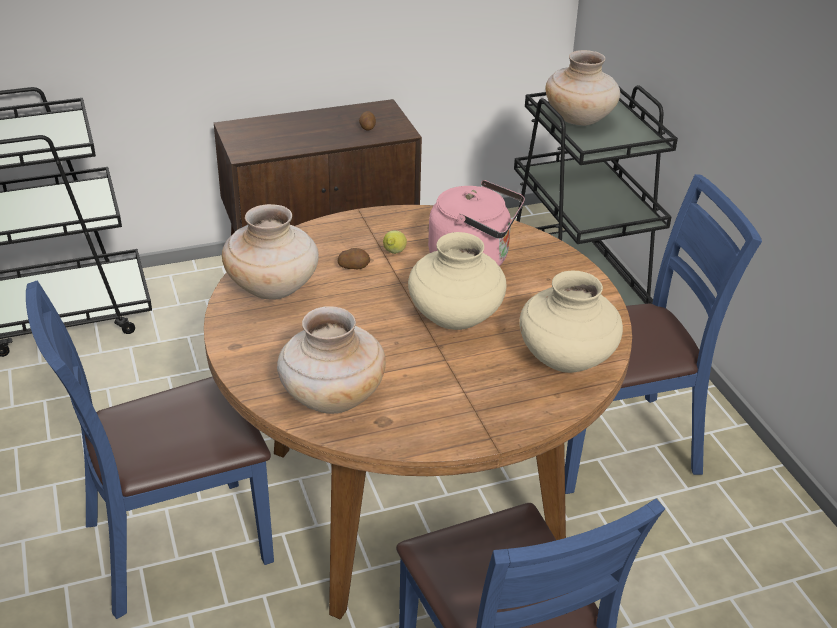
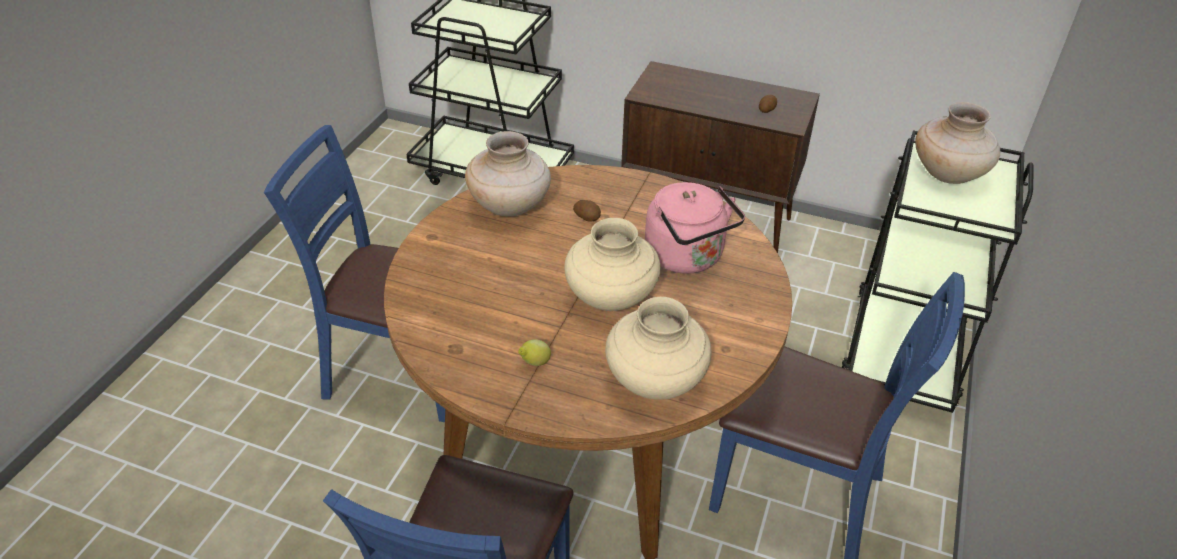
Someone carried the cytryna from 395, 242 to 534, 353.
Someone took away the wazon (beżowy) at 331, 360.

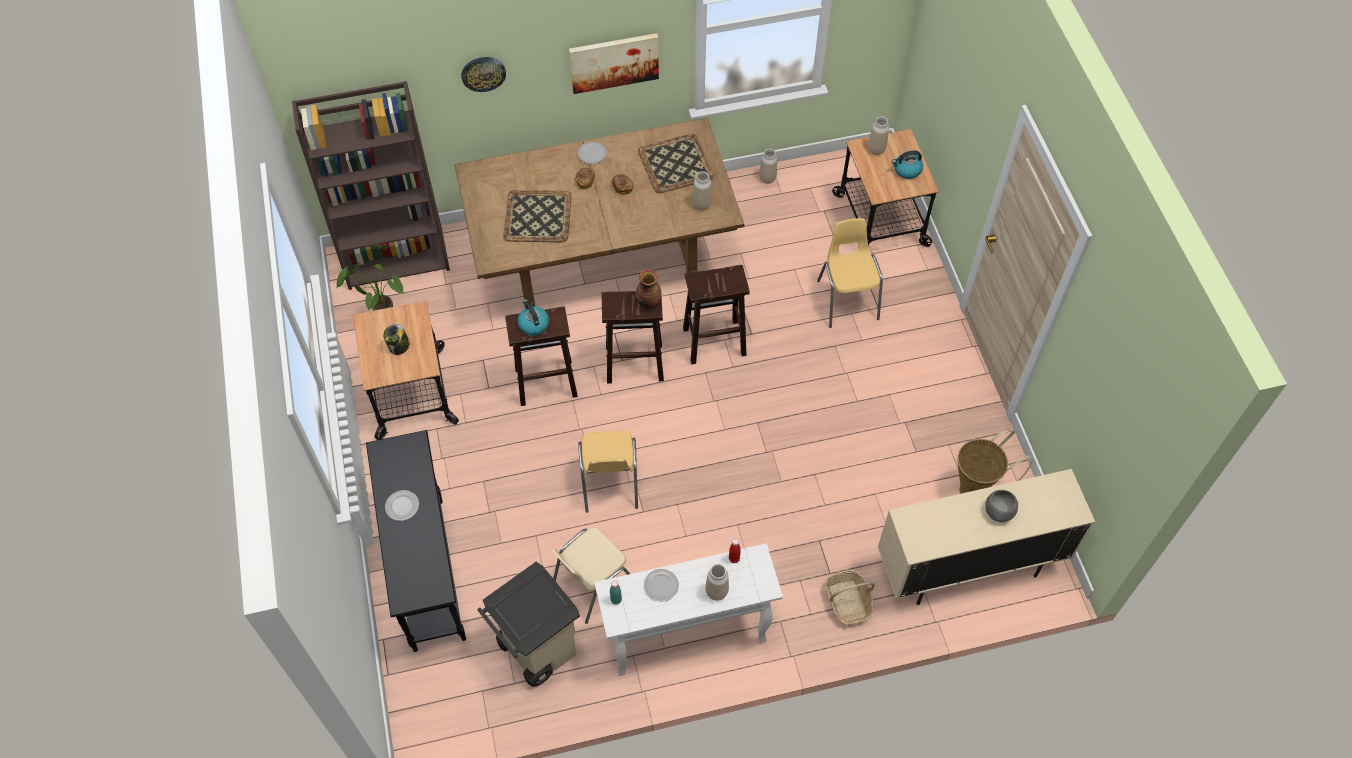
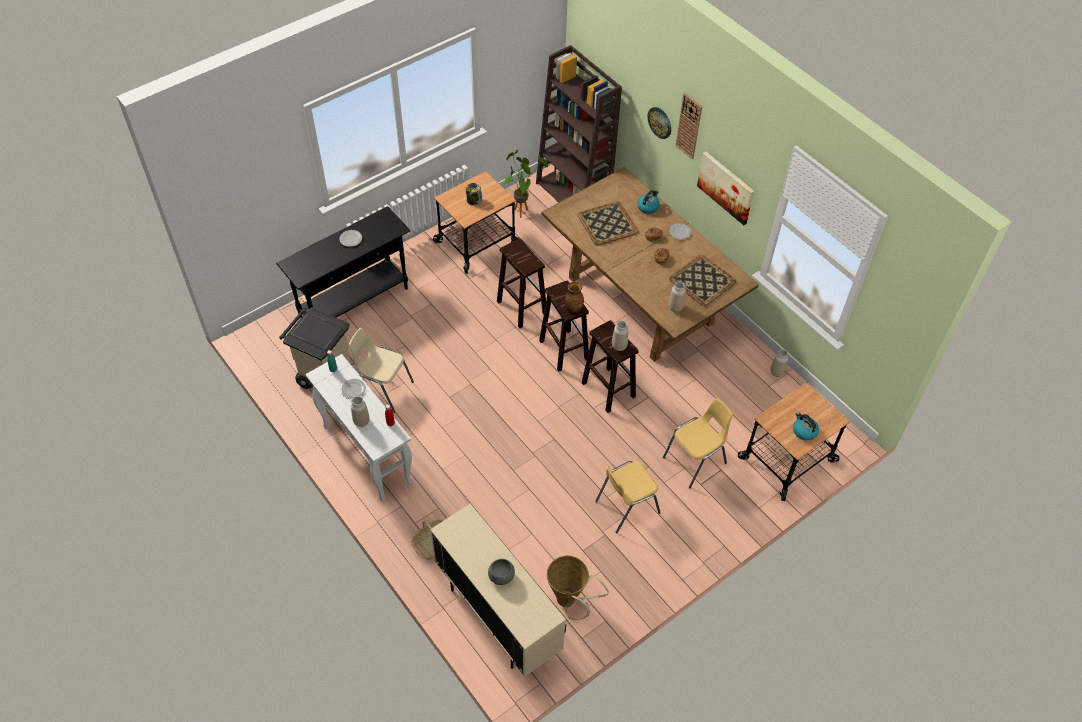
Someone carried the krzesło (żółty) from 608, 471 to 628, 497.
Someone carried the wazon from 878, 135 to 620, 335.
Someone carried the czajnik from 533, 317 to 648, 202.
Someone put up the zegar ścienny at 689, 126.

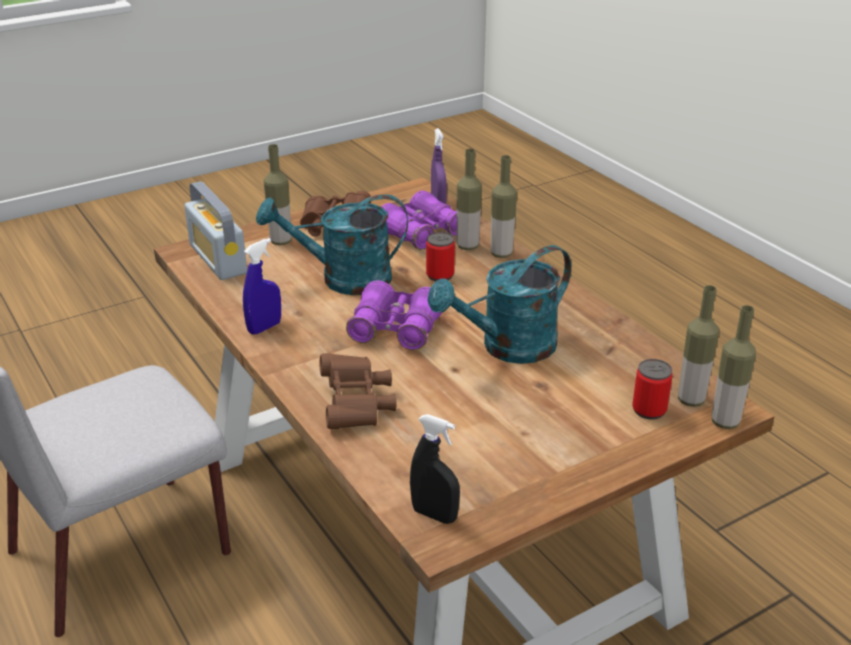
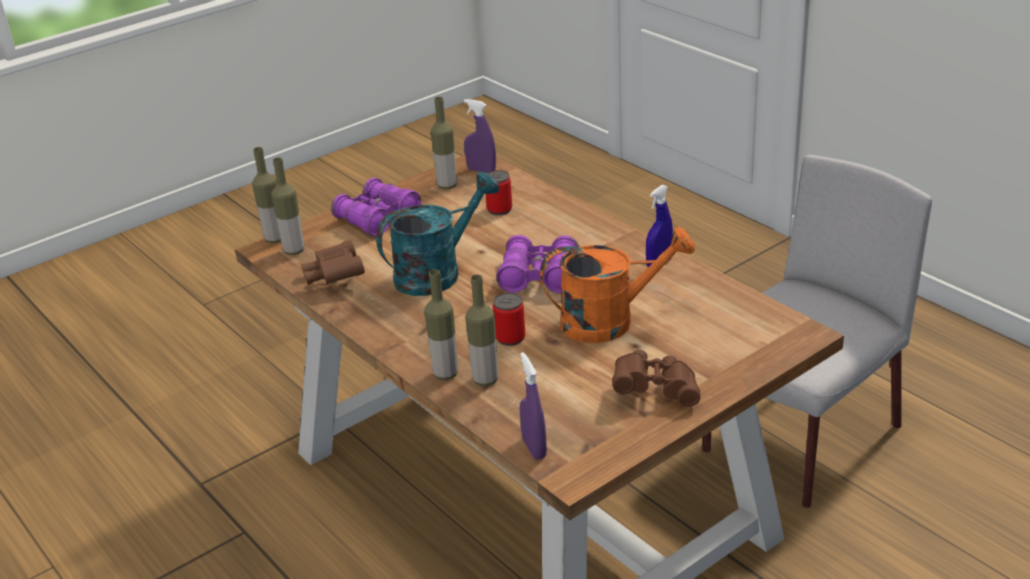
Someone carried the lornetka (brązowy) from 358, 391 to 333, 262.
Someone carried the lornetka (fioletowy) from 419, 220 to 376, 207.
Someone carried the butelka from 278, 194 to 444, 143.
Someone repainted the spryskiwacz (czarny) at 435, 469, which became the spryskiwacz (fioletowy) at 480, 136.
Someone carried the puszka from 652, 389 to 499, 192.
Someone repainted the konewka (turkusowy) at 332, 244, which became the konewka (pomarańczowy) at 617, 285.
Someone took away the radio at 215, 230.

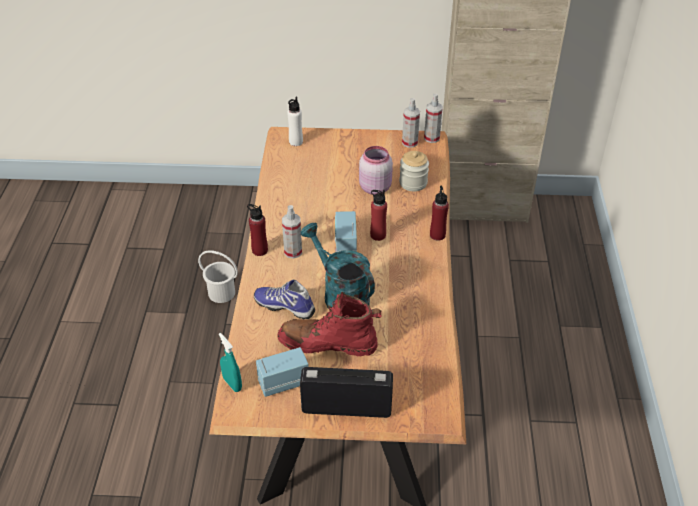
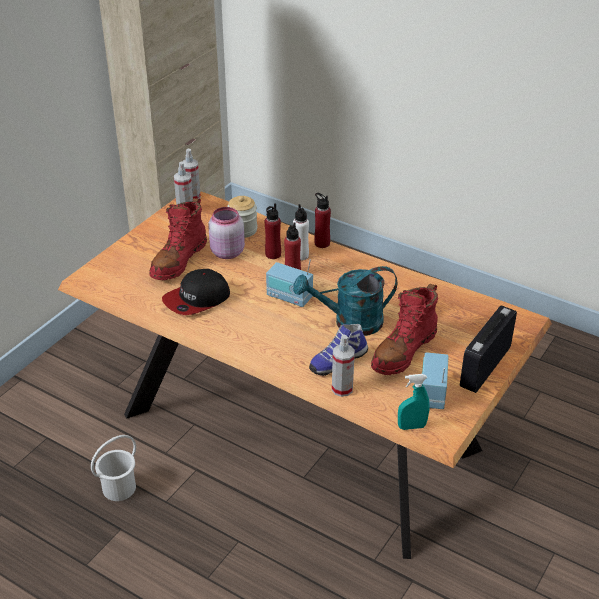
Someone put down the but z cholewką (czerwony) at 178, 239.
Someone put down the czapka z daszkiem at 196, 292.
Someone carried the butelka (czerwony) from 257, 230 to 273, 231.
Someone carried the butelka (biały) from 295, 121 to 301, 232.
Someone carried the spryskiwacz from 292, 232 to 343, 366.

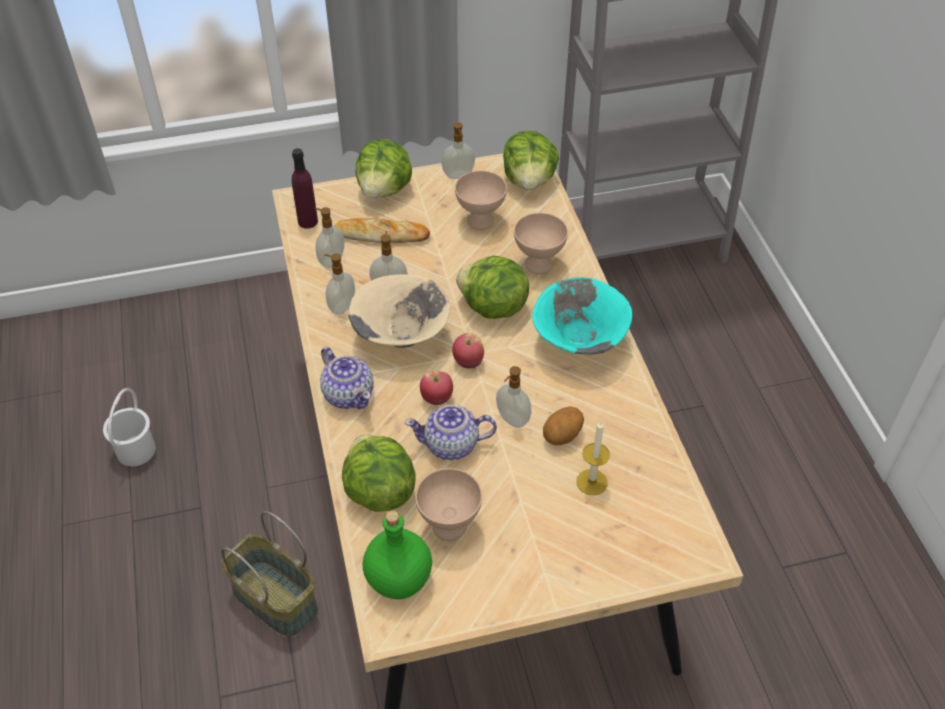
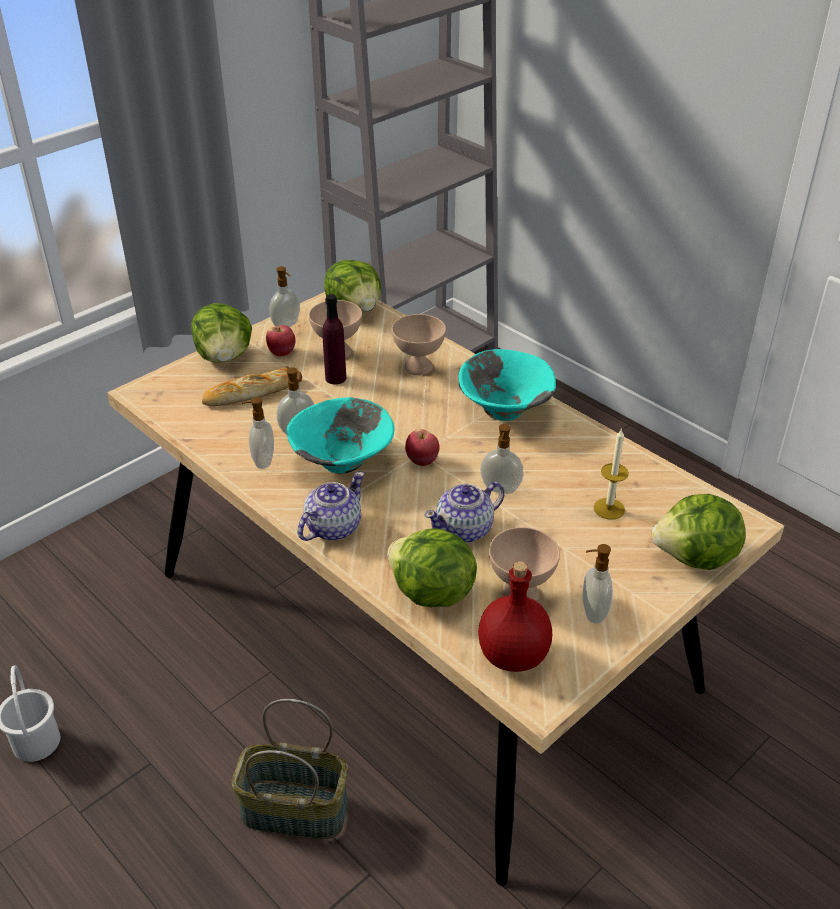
Someone carried the jabłko from 436, 388 to 280, 341.
Someone repainted the miska (beżowy) at 399, 311, which became the miska (turkusowy) at 340, 435.
Someone rotated the imbryk at 347, 378 by 75 degrees counterclockwise.
Someone carried the butelka (fioletowy) from 305, 188 to 334, 339.
Someone repainted the butelka (zielony) at 397, 554, which became the butelka (czerwony) at 515, 616.
Someone carried the dozownik mydła from 329, 237 to 598, 584.
Someone carried the sałata from 492, 287 to 699, 532.
Someone took away the ziemniak at 563, 425.

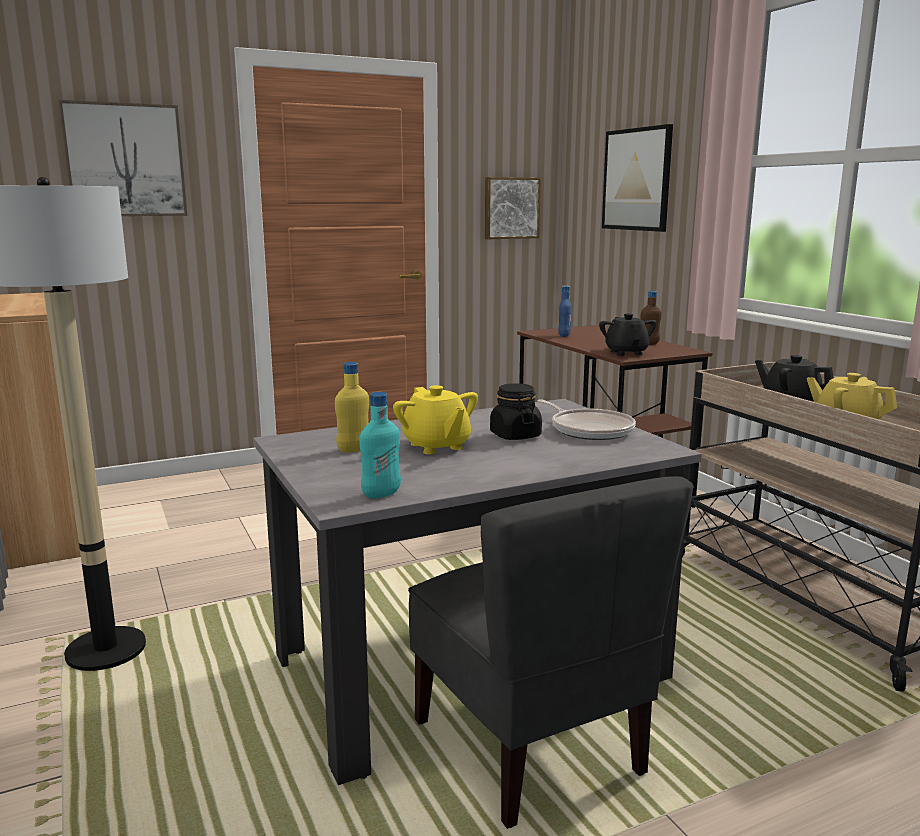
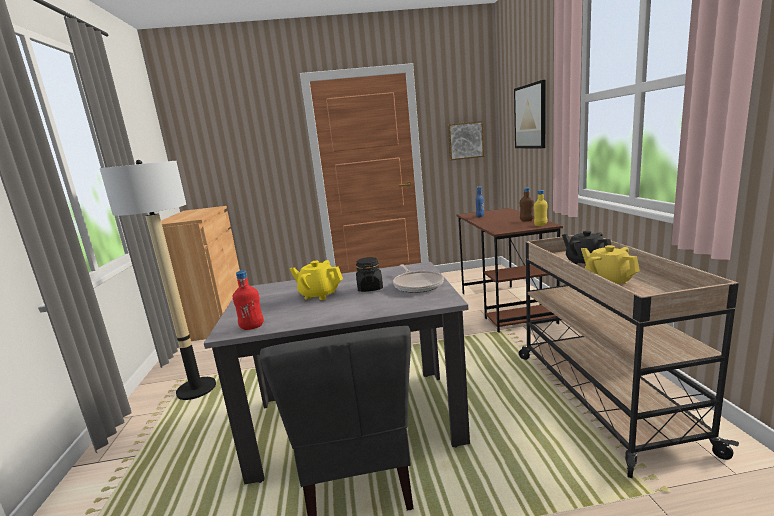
Someone repainted the butelka (turkusowy) at 380, 445, which became the butelka (czerwony) at 248, 300.
Someone rotated the imbryk (żółty) at 435, 419 by 120 degrees clockwise.
Someone carried the butelka (żółty) from 352, 407 to 540, 208.
Someone took away the obraz at 123, 158.
Someone took away the imbryk (czarny) at 628, 334.

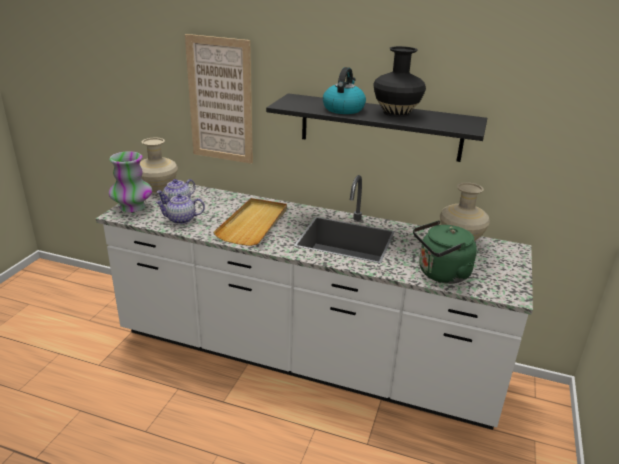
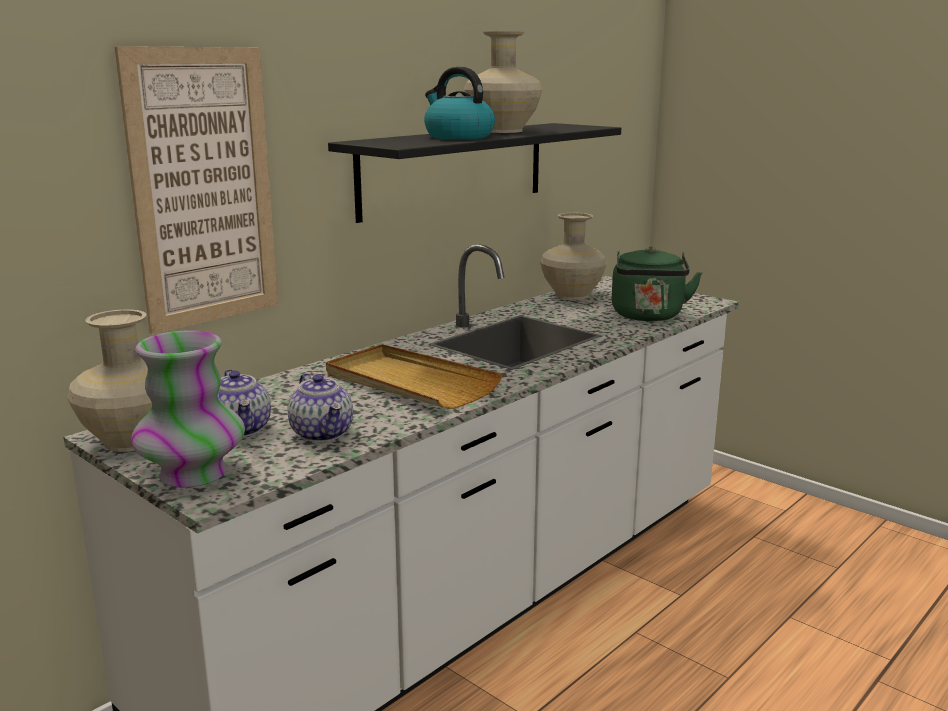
Someone rotated the imbryk at 180, 209 by 45 degrees counterclockwise.
Someone repainted the wazon (czarny) at 400, 81, which became the wazon (beżowy) at 503, 82.

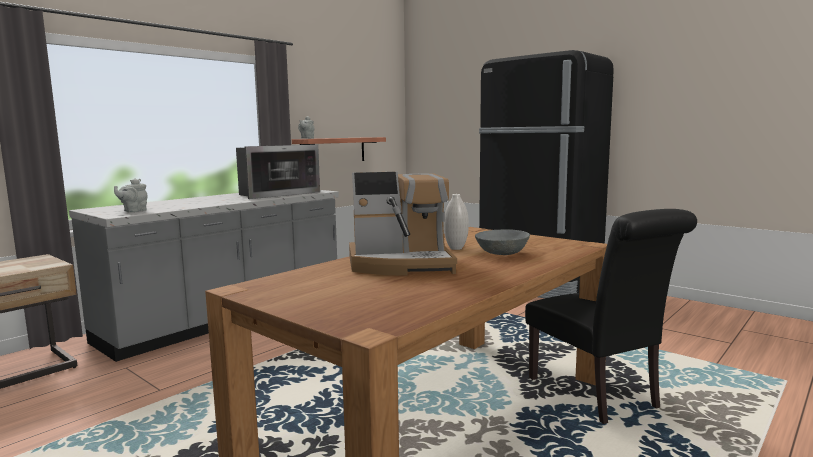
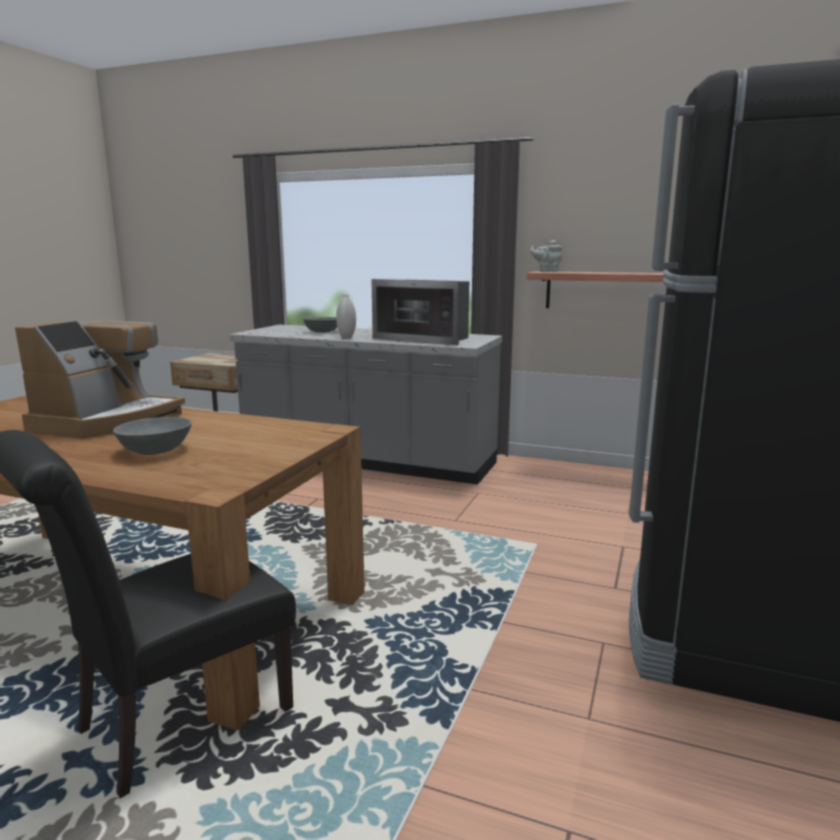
Someone rotated the ekspres do kawy at 403, 223 by 135 degrees counterclockwise.
Someone put down the miska (szary) at 320, 325.
Someone carried the wazon (biały) from 456, 222 to 346, 316.
Someone took away the imbryk (szary) at 130, 196.

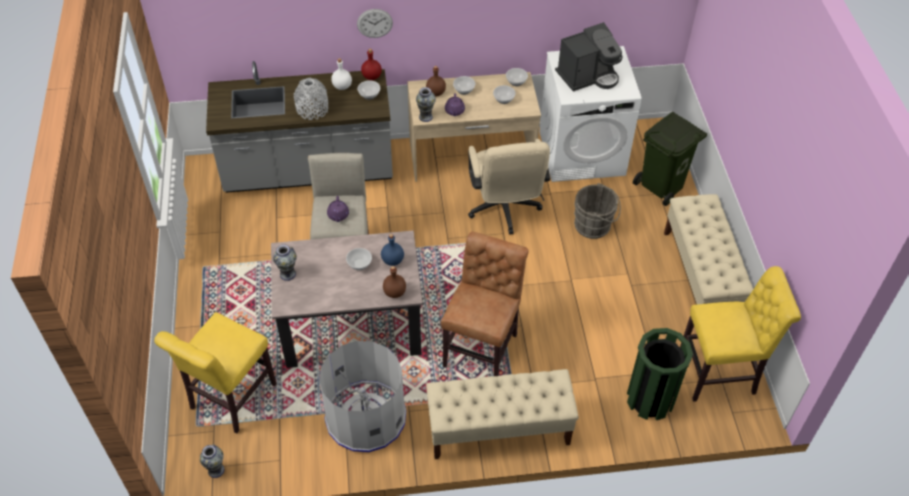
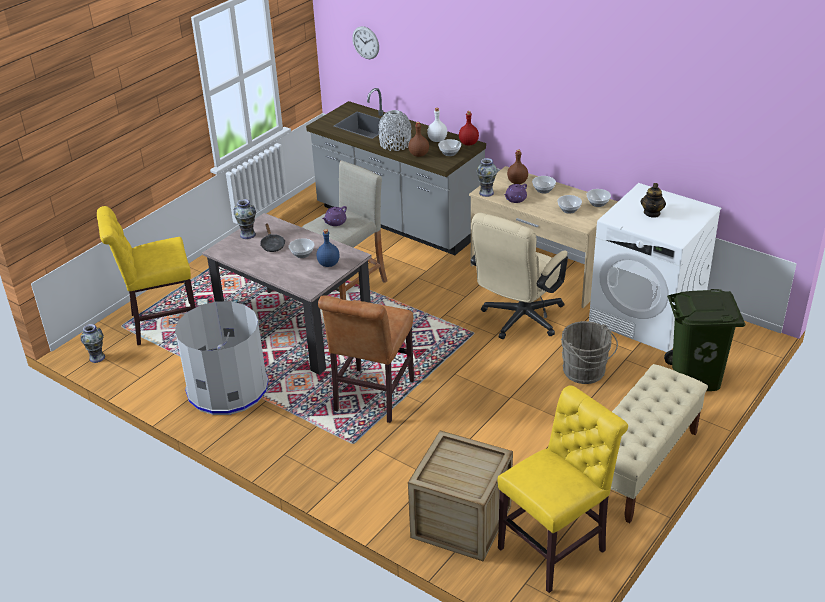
Someone put down the patelnia (czarny) at 272, 238.
Someone rotated the krzesło (brązowy) at 485, 304 by 135 degrees clockwise.
Someone carried the zegar ścienny from 375, 23 to 365, 42.
Someone carried the butelka (brązowy) from 394, 282 to 418, 139.
Someone swapped the kosz na śmieci (zielony) at 660, 374 for the skrzynka at 460, 496.
Someone rotated the krzesło (żółty) at 740, 334 by 75 degrees counterclockwise.
Someone swapped the ekspres do kawy at 589, 57 for the imbryk at 653, 200.
Someone took away the ławka (beżowy) at 502, 414.

